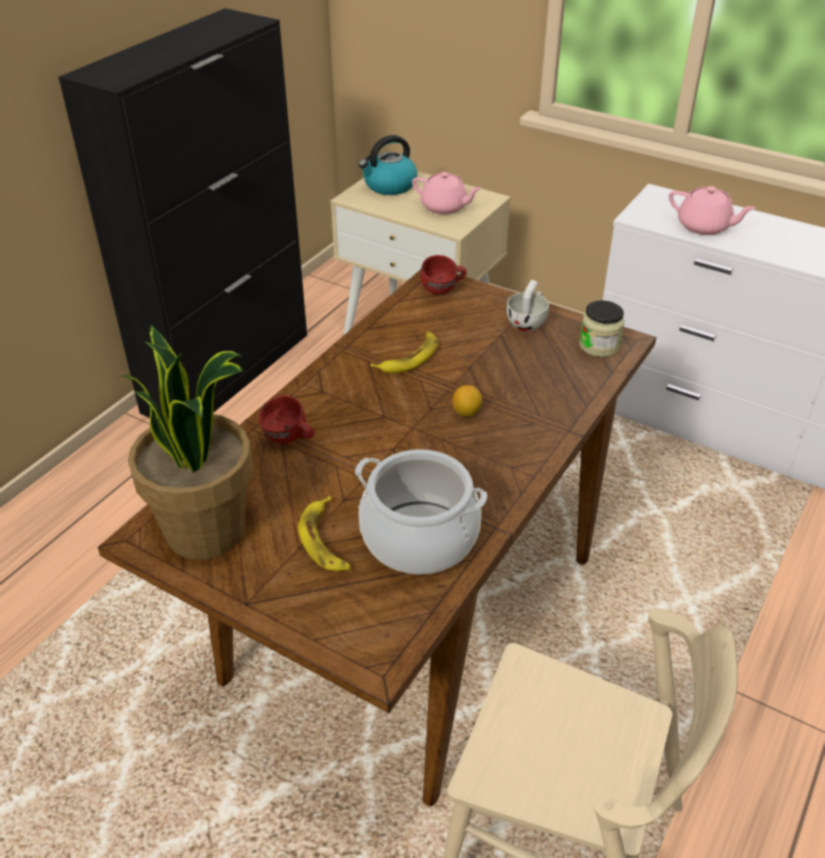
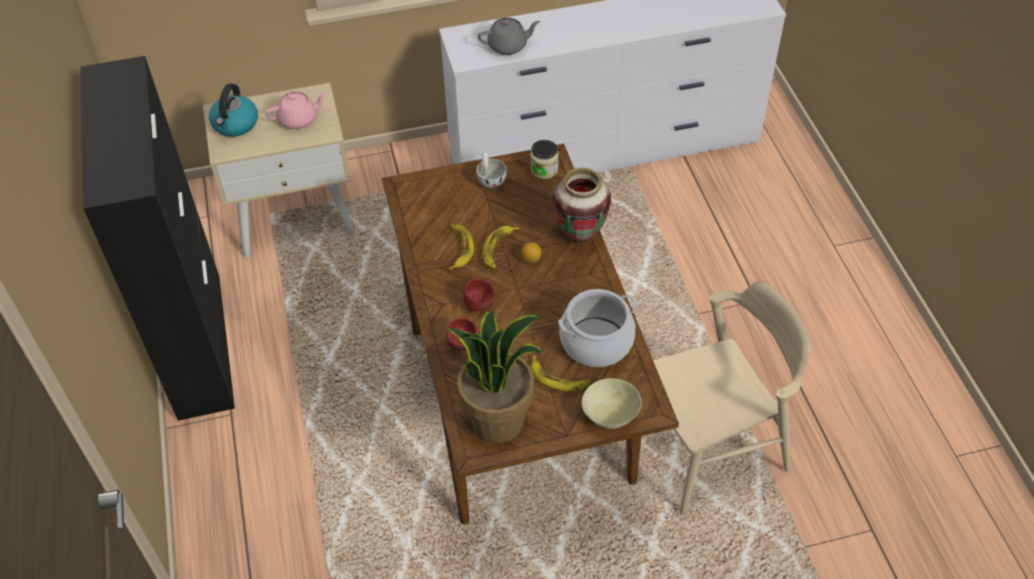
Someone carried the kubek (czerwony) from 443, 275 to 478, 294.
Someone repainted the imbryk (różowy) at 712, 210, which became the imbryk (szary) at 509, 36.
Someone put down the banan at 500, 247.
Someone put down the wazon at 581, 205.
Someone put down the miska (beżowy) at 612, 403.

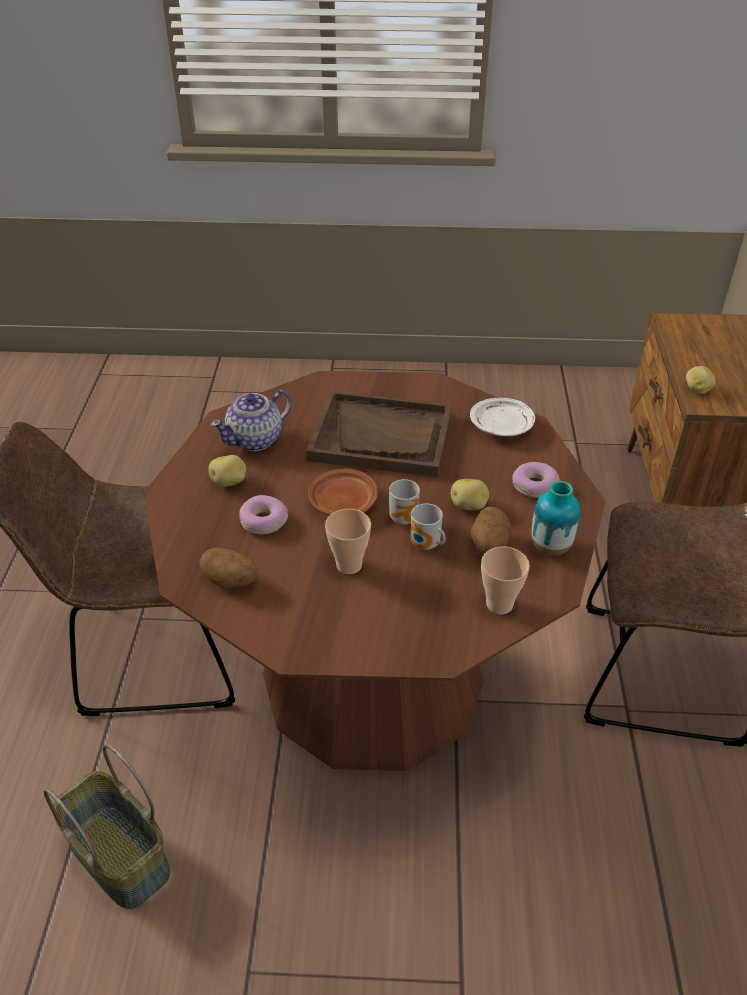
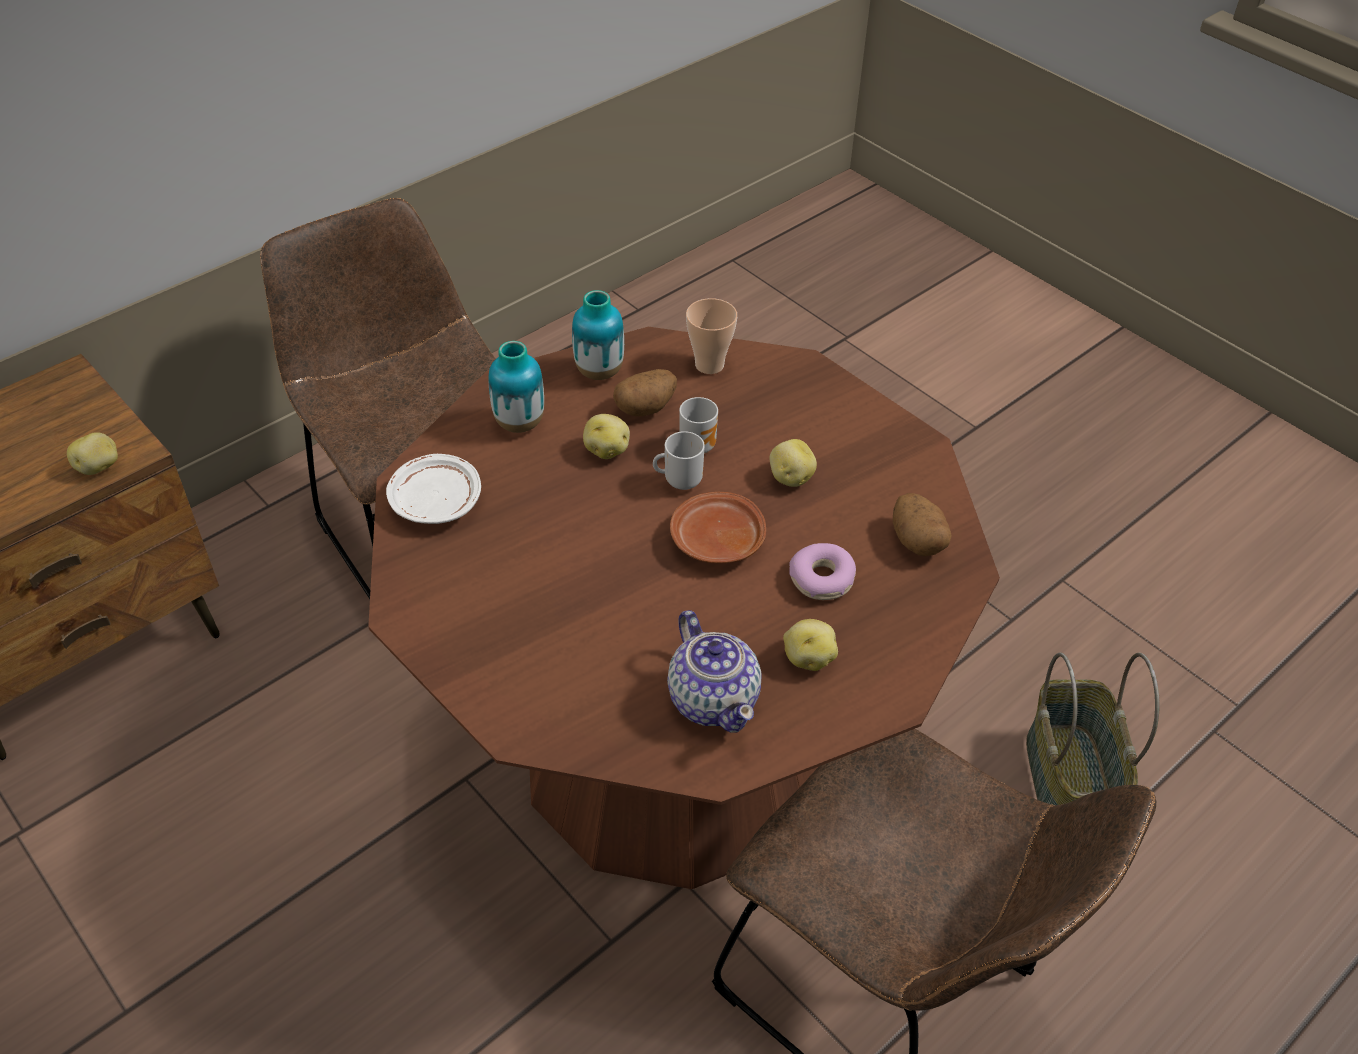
Someone swapped the donut at 536, 480 for the wazon at 516, 387.
Someone rotated the imbryk at 251, 420 by 60 degrees clockwise.
Someone swapped the filiżanka at 348, 541 for the ziemniak at 793, 463.
Someone took away the taca (brązowy) at 379, 433.

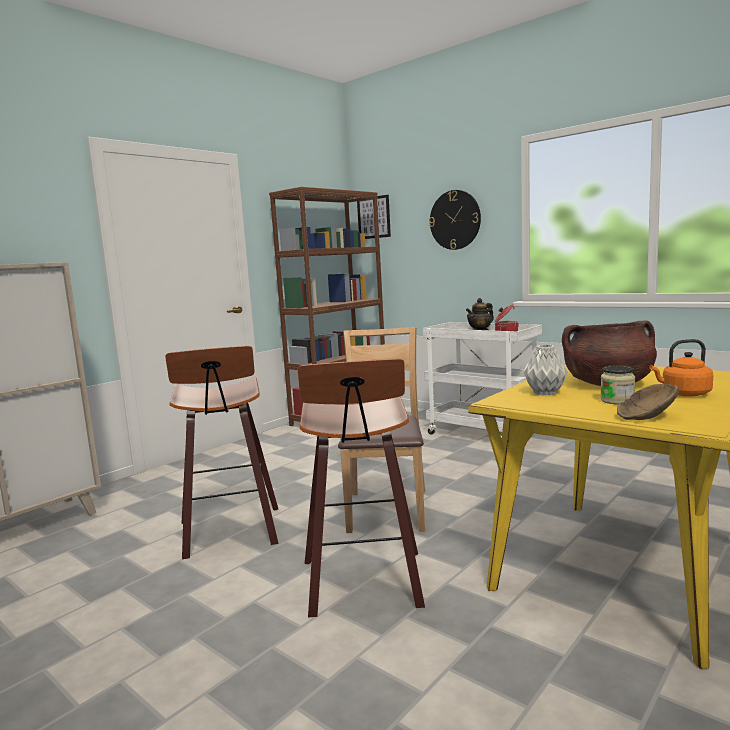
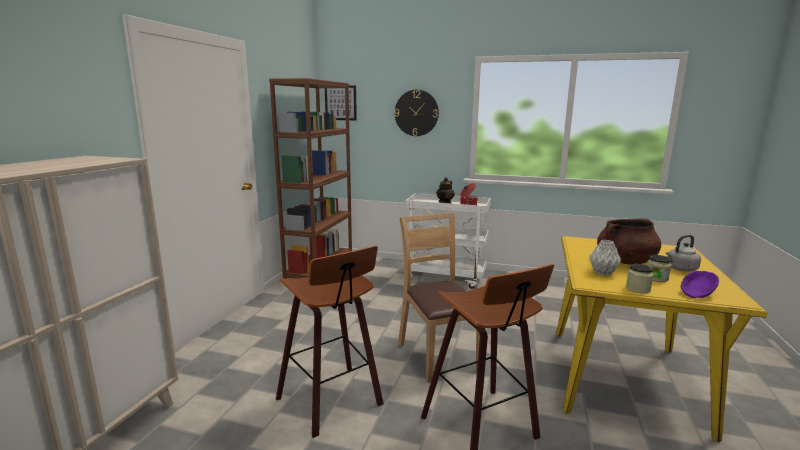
Someone put down the słoik at 639, 278.
Someone repainted the czajnik (pomarańczowy) at 681, 368, which became the czajnik (szary) at 683, 253.
Someone repainted the miska (brązowy) at 648, 402, which became the miska (fioletowy) at 700, 284.

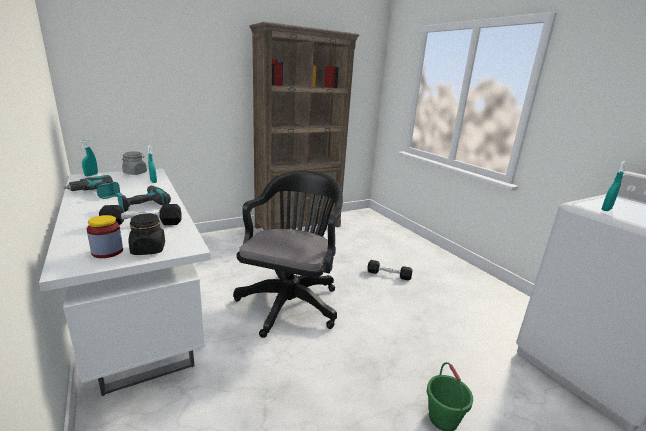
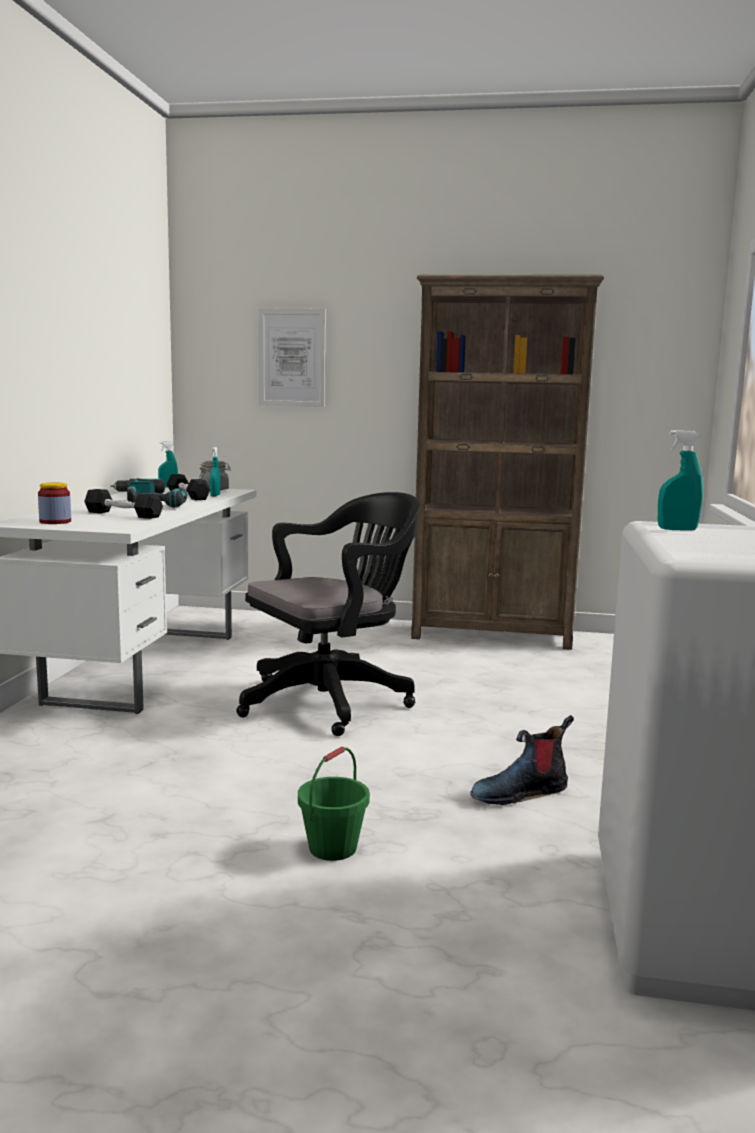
Someone carried the hantel (czarny) from 390, 270 to 188, 487.
Someone put up the obraz at 292, 357.
Someone put down the but z cholewką at 522, 760.
Someone took away the słoik (czarny) at 147, 234.

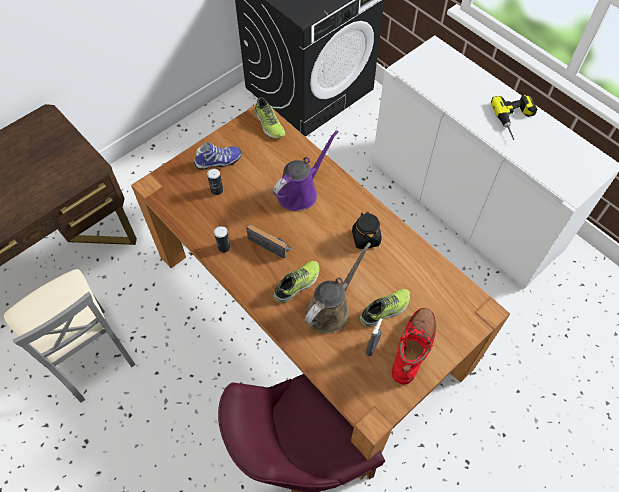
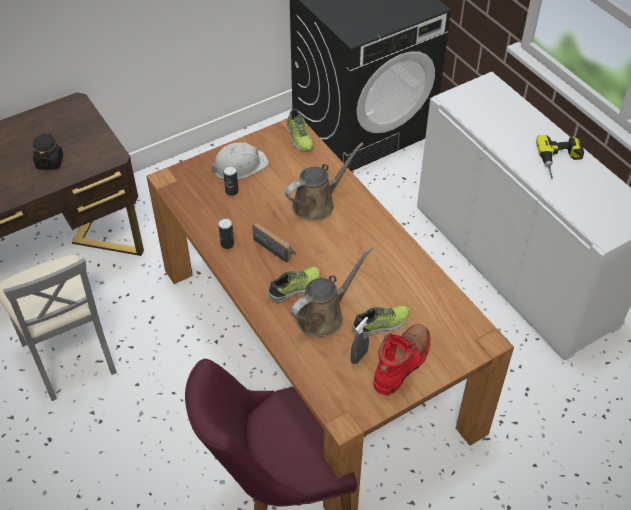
Someone carried the słoik (czarny) from 366, 230 to 48, 152.
Someone swapped the but at 218, 156 for the kask (biały) at 240, 161.
Someone repainted the konewka (fioletowy) at 305, 170, which became the konewka (brązowy) at 324, 182.

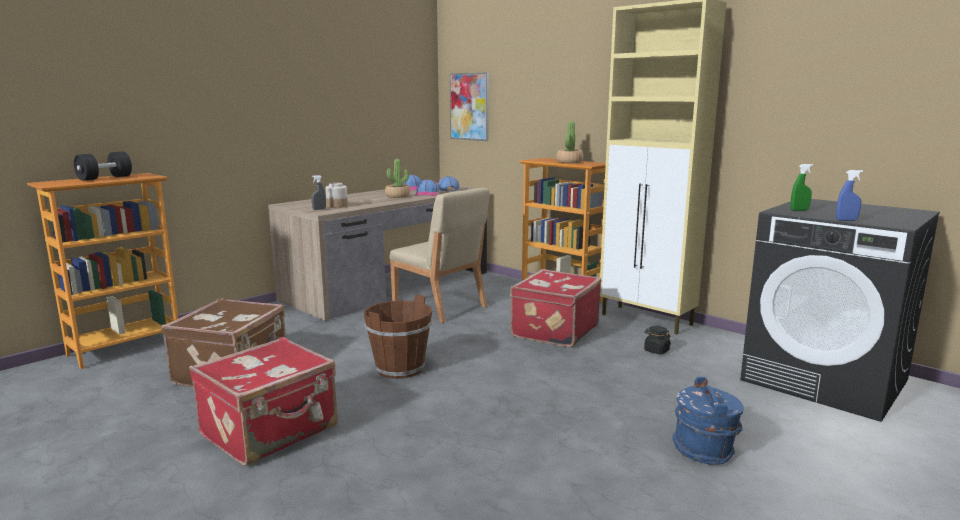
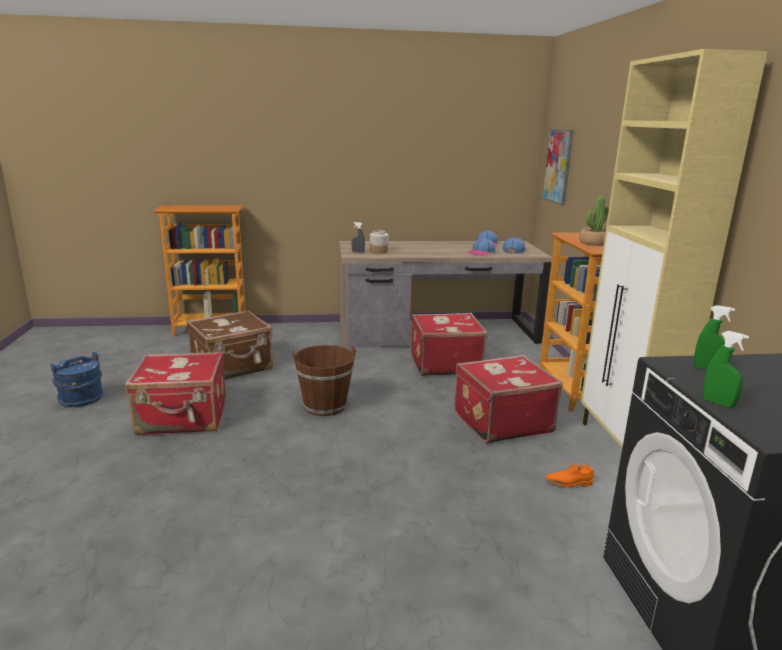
Someone carried the wiadro (niebieski) from 708, 421 to 77, 379.
Someone swapped the krzesło (beżowy) at 439, 255 for the walizka (czerwony) at 449, 344.
Someone swapped the słoik (czarny) at 657, 340 for the but (pomarańczowy) at 569, 475.
Someone repainted the spryskiwacz (niebieski) at 849, 195, which became the spryskiwacz (zielony) at 725, 369.
Someone took away the hantel (czarny) at 103, 166.
Someone took away the roślina doniczkowa at 397, 178.

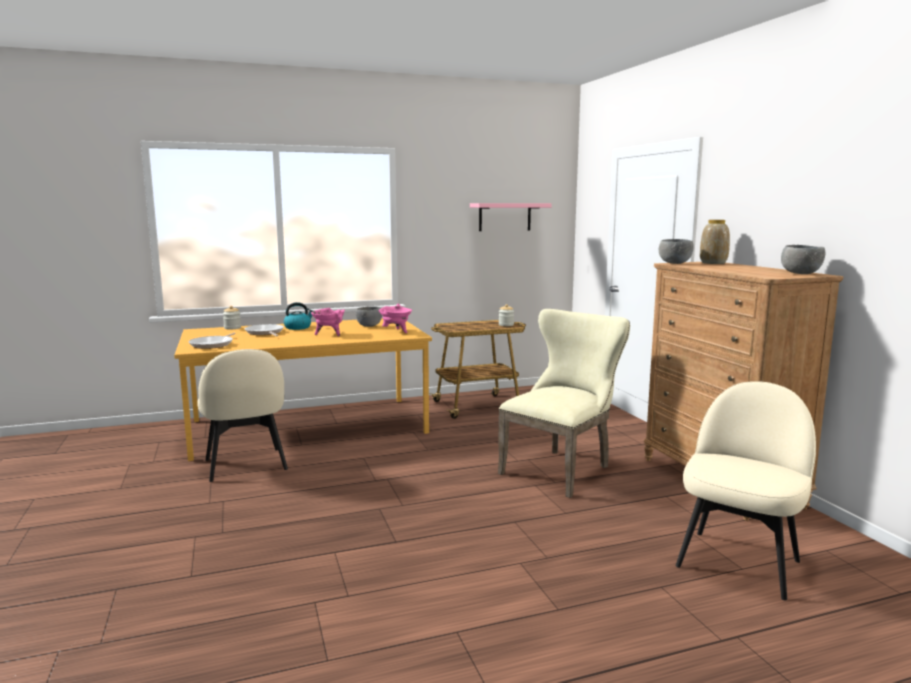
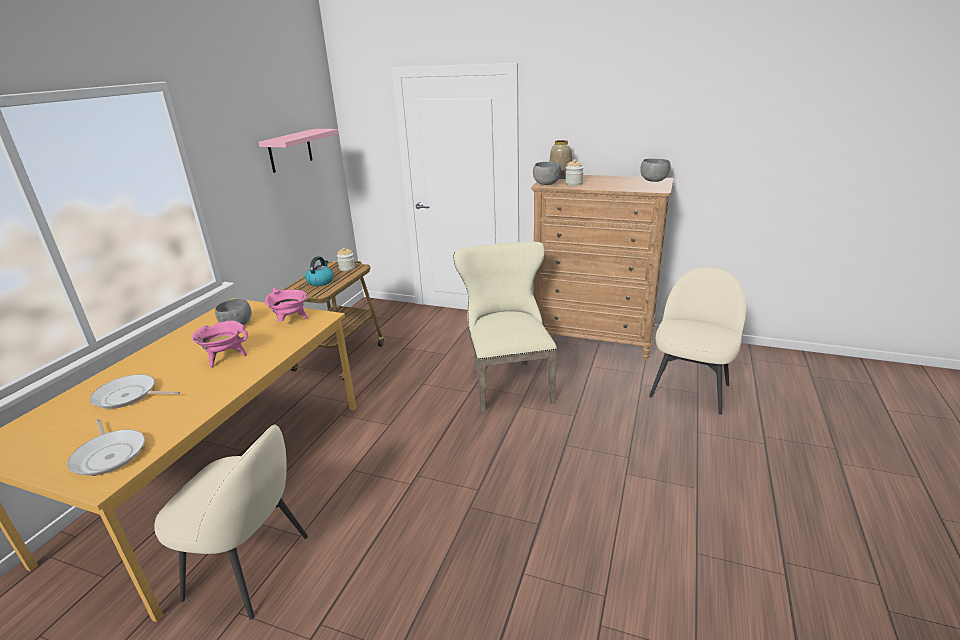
Someone carried the czajnik from 298, 316 to 319, 271.
Someone carried the słoik from 232, 317 to 574, 172.
Someone rotated the krzesło (beżowy) at 746, 491 by 45 degrees clockwise.

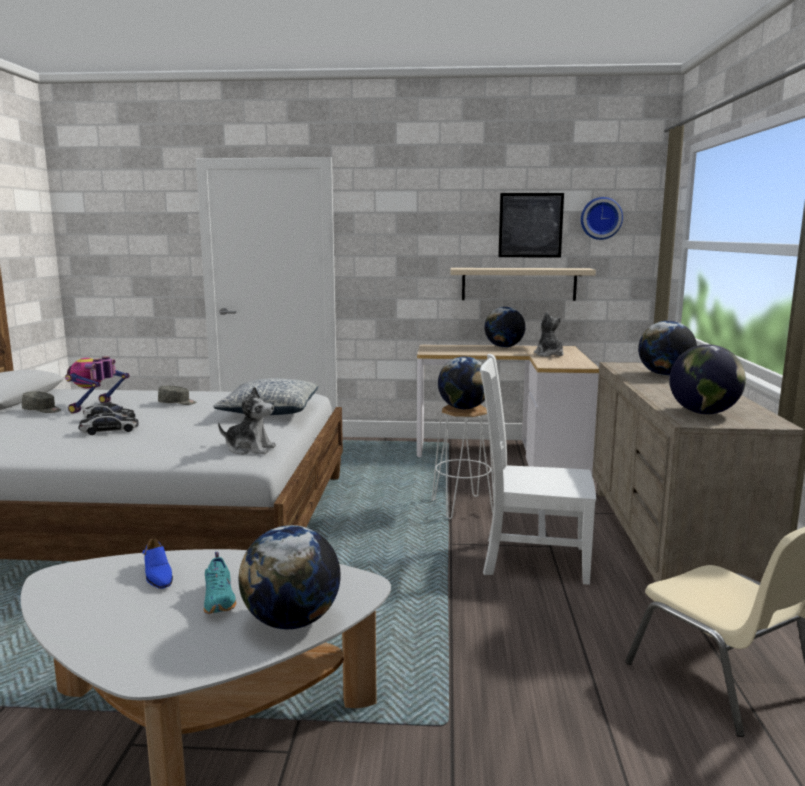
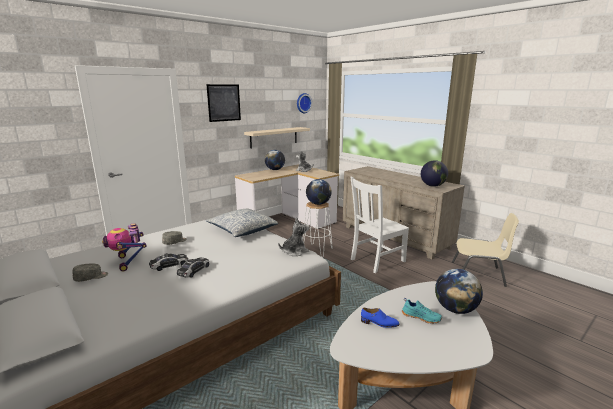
Someone carried the obraz from 531, 225 to 223, 103.
Someone took away the globus at 667, 348.

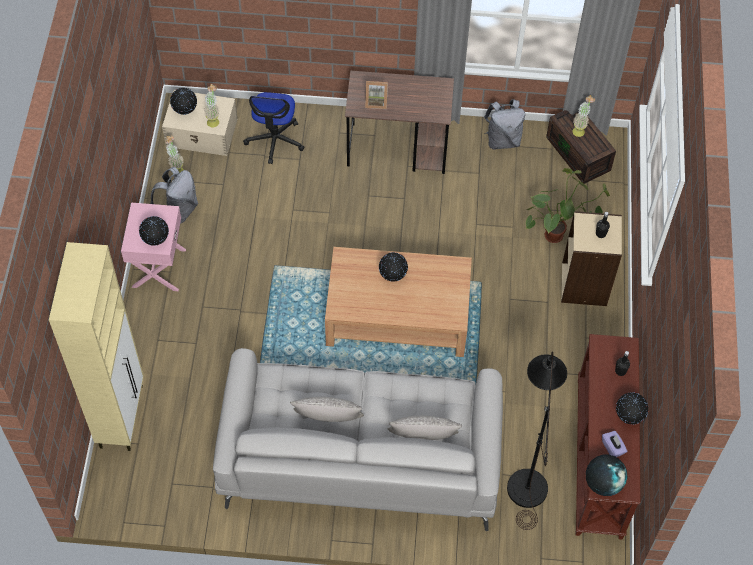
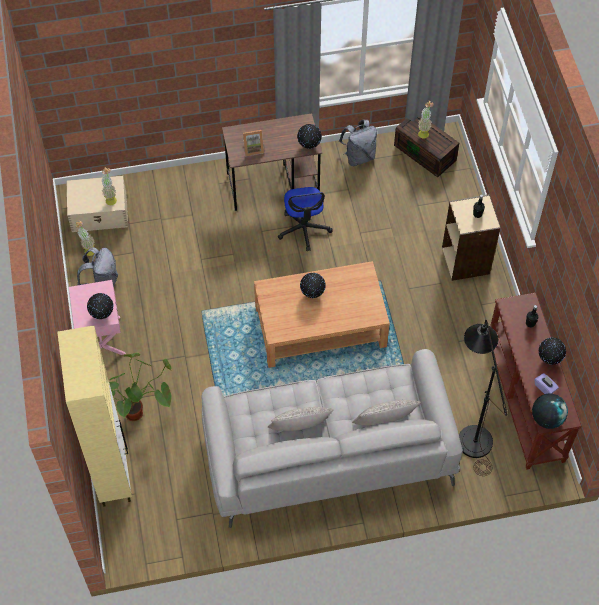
Someone carried the roślina doniczkowa from 568, 205 to 140, 387.
Someone carried the krzesło biurowe from 274, 128 to 305, 219.
Someone carried the globus from 183, 101 to 309, 136.

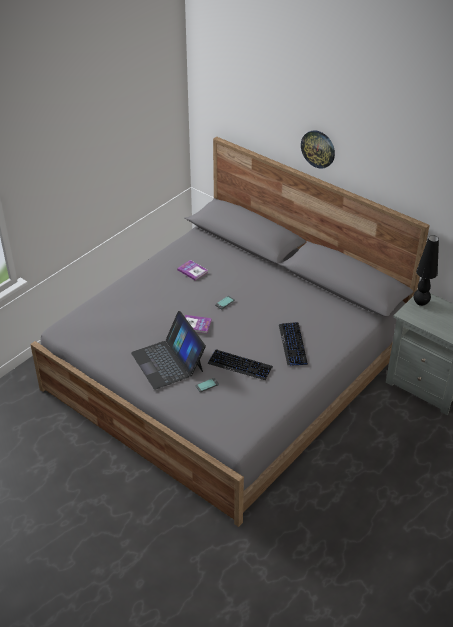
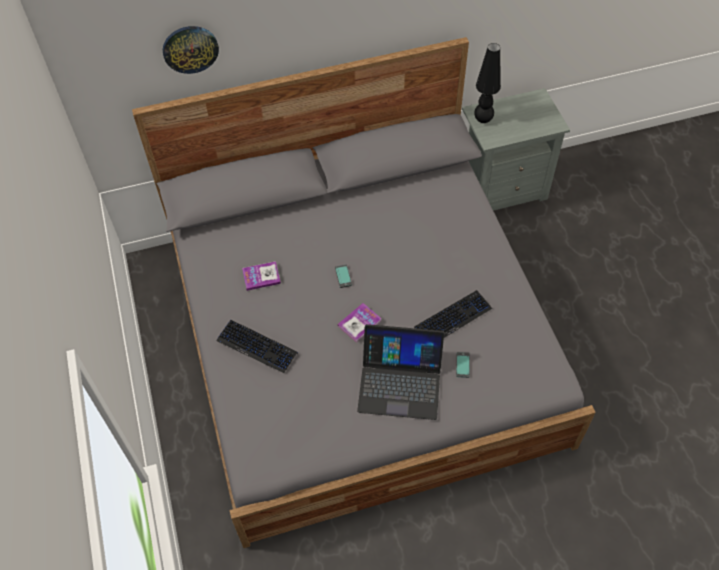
Someone carried the zegar ścienny from 318, 149 to 191, 50.
Someone carried the klawiatura from 293, 344 to 257, 346.

